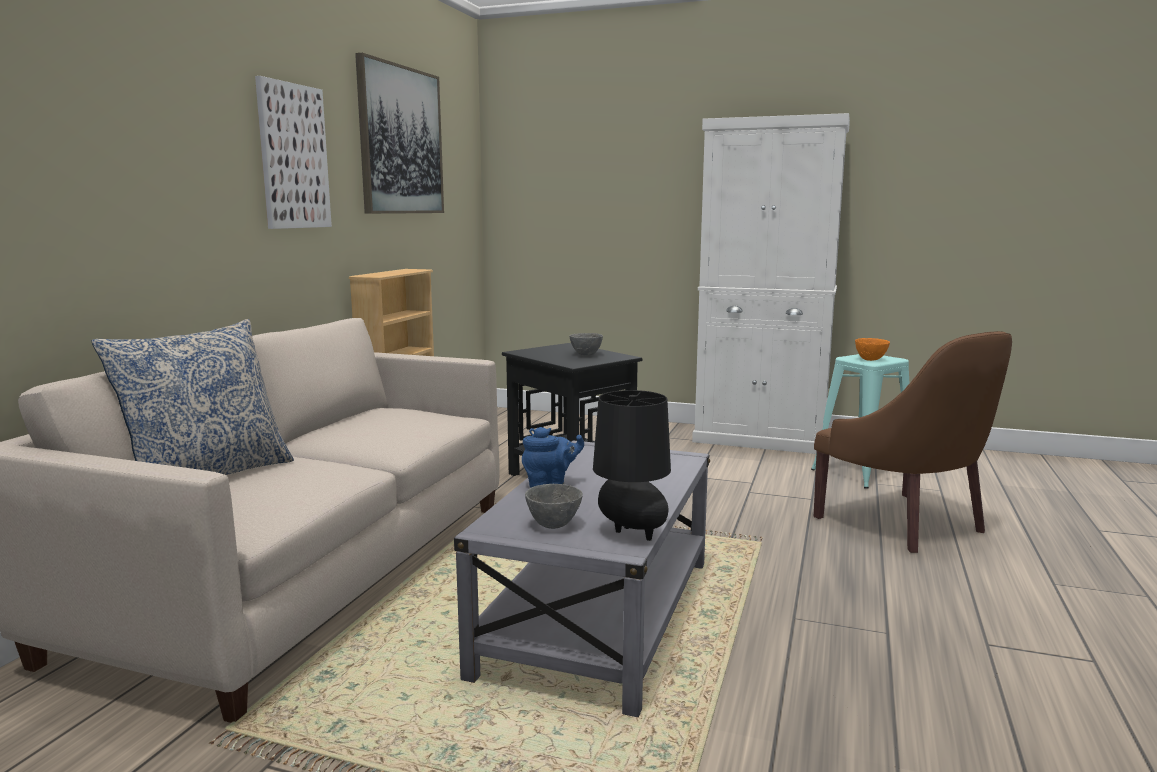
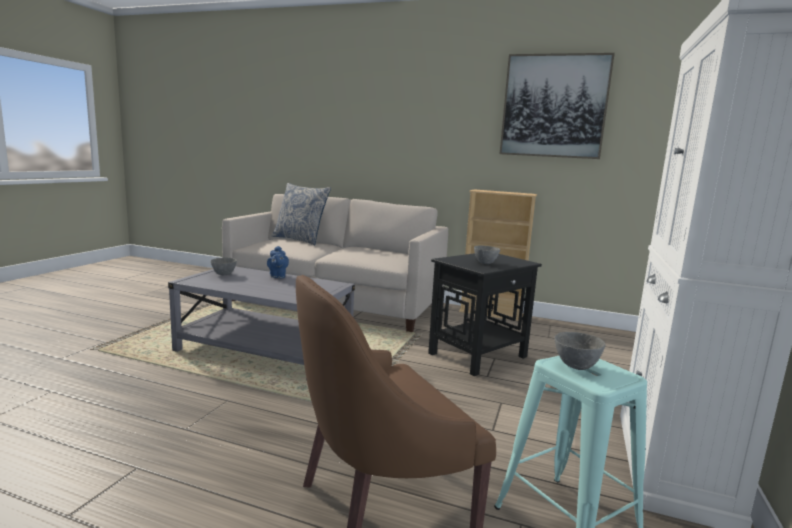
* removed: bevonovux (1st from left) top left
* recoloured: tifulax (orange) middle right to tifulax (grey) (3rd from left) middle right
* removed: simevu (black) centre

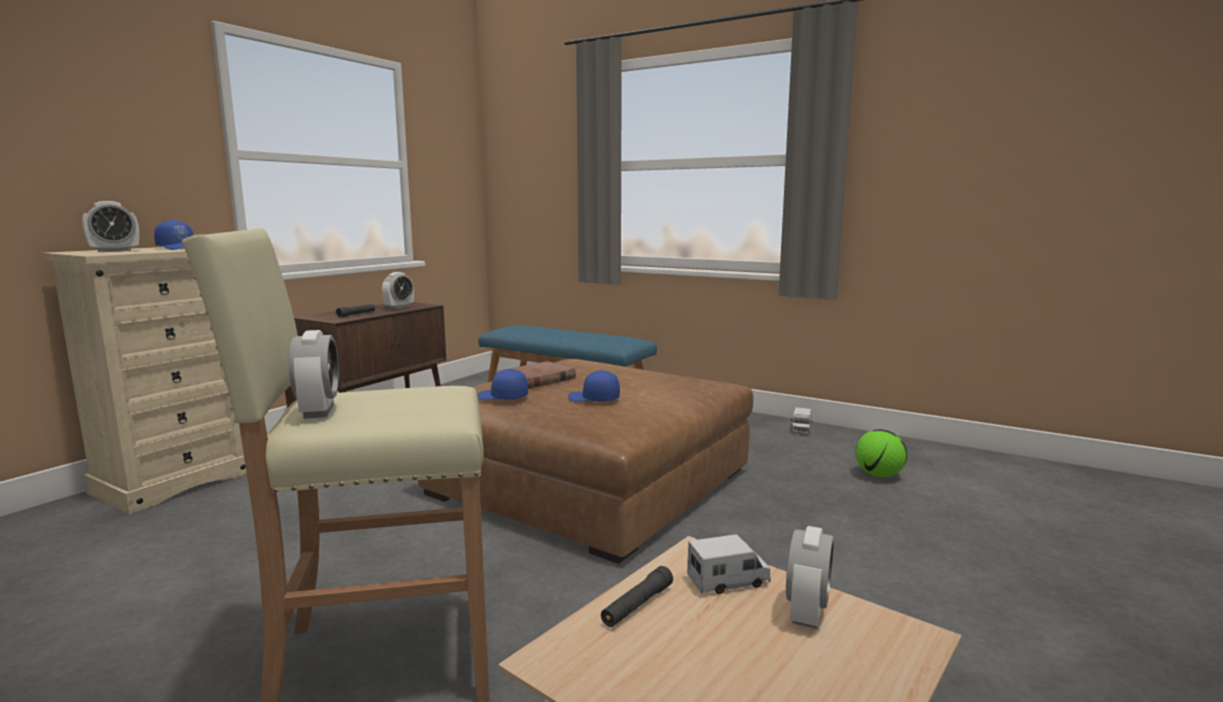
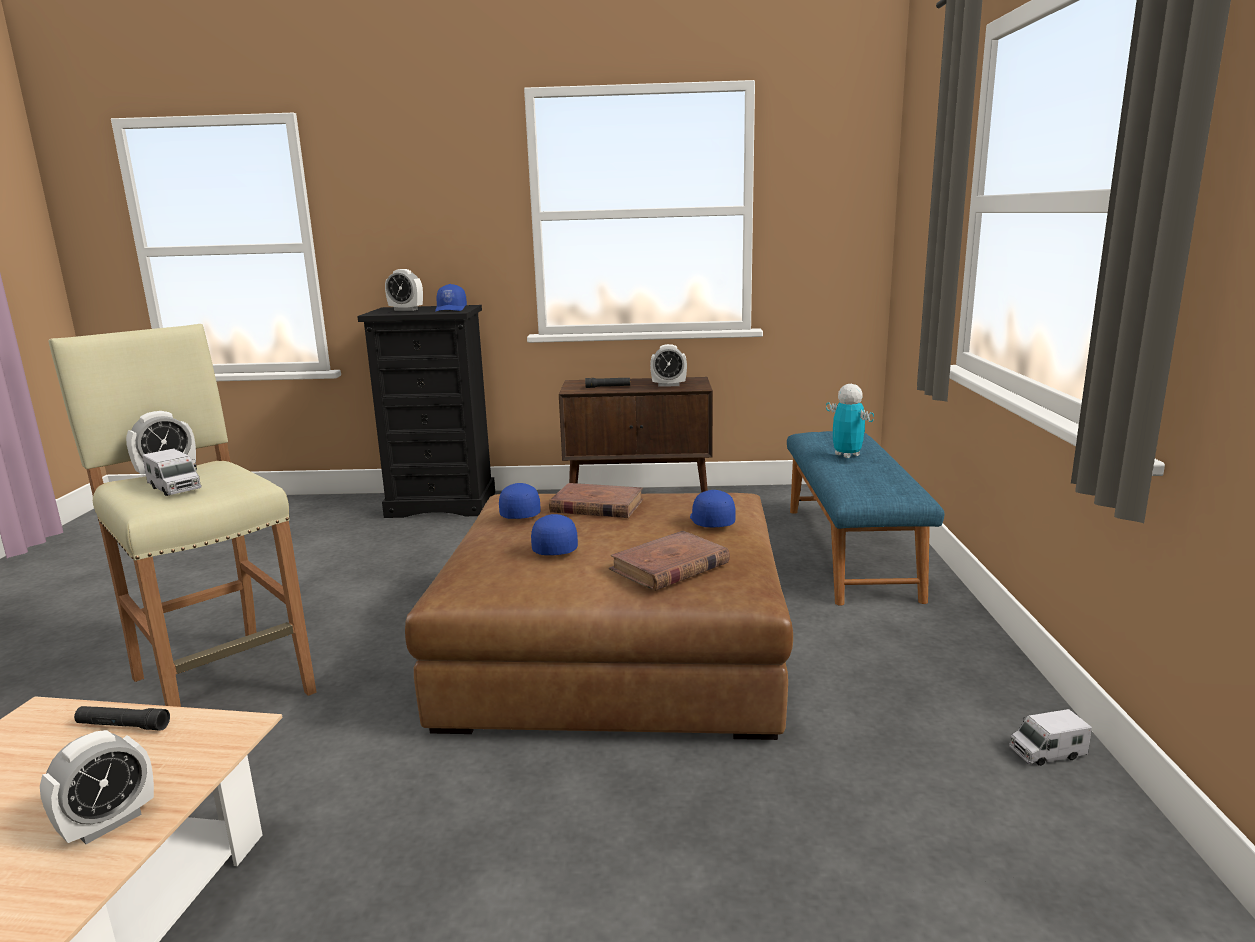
* recoloured: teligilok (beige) middle left to teligilok (black) centre
* removed: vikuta middle right
* turned: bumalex (4th from left in the first image) bottom centre = bottom left 45 degrees counterclockwise
* moved: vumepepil (1st from left) bottom centre to middle left
* added: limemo middle right
* added: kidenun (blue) (4th from left) centre
* added: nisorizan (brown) (2nd from left) centre

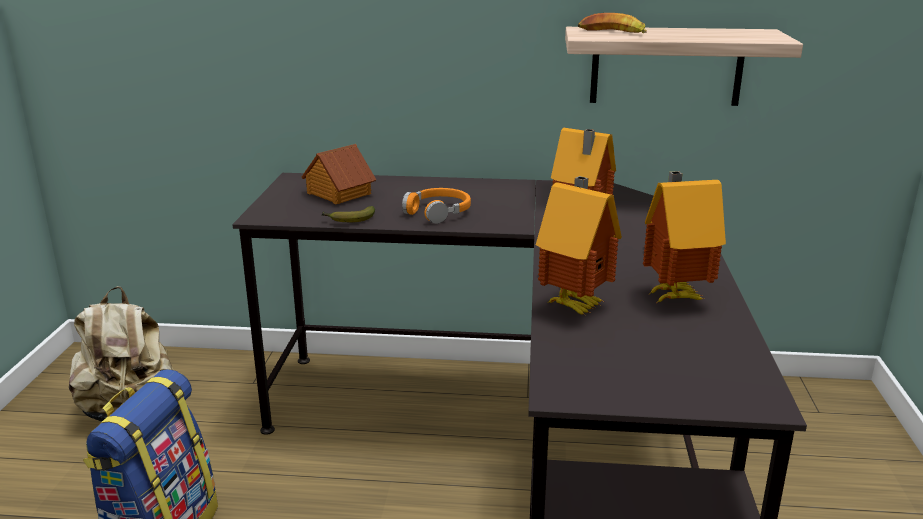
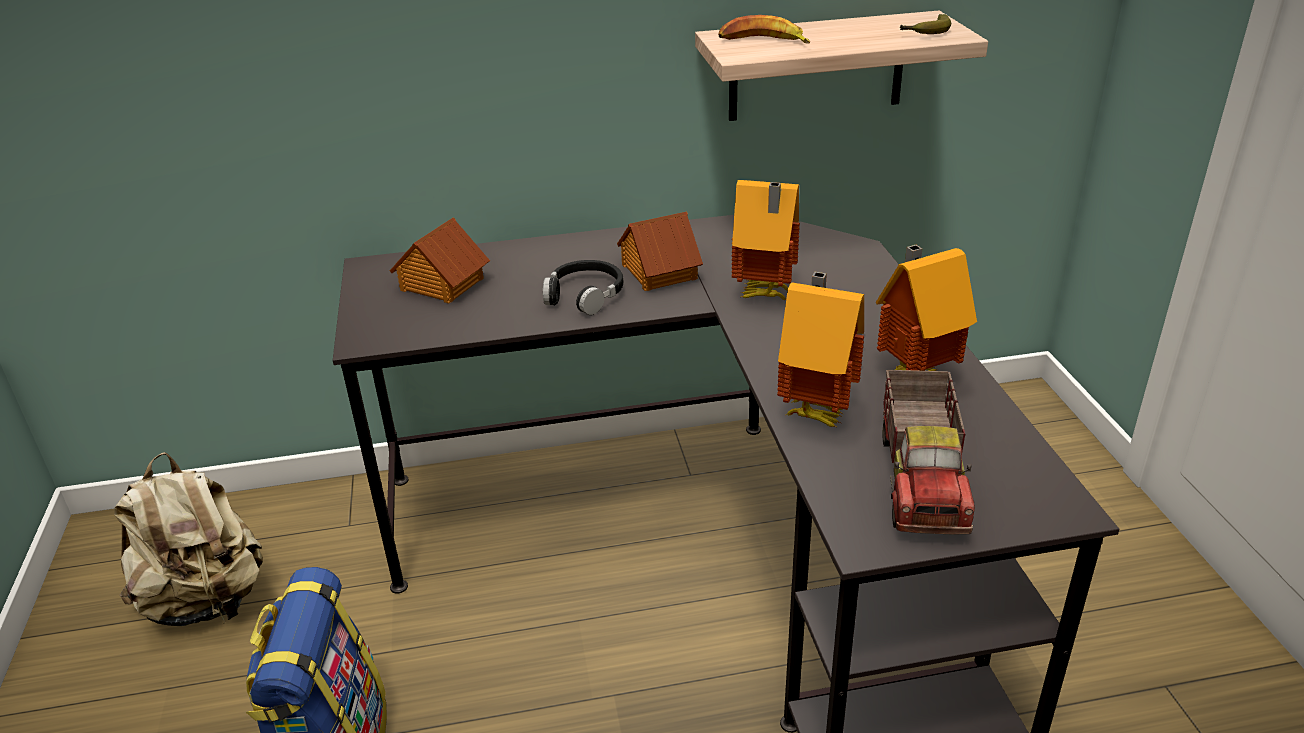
* recoloured: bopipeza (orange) centre to bopipeza (black) centre
* moved: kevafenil (1st from left in the first image) centre to kevafenil (2nd from left) top right
* added: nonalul (2nd from left) centre
* added: vumepepil middle right

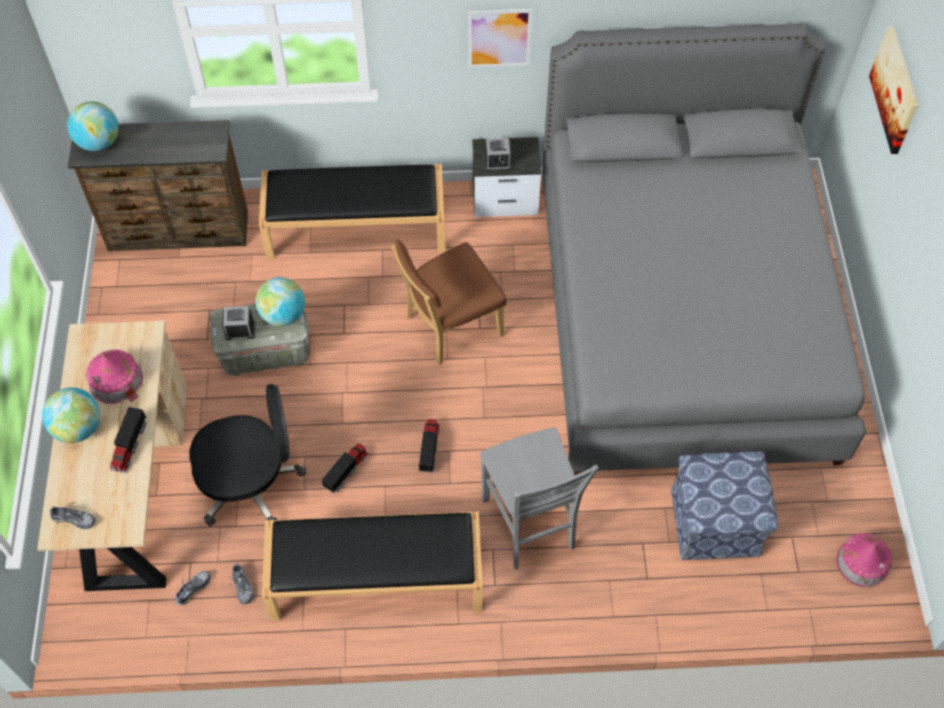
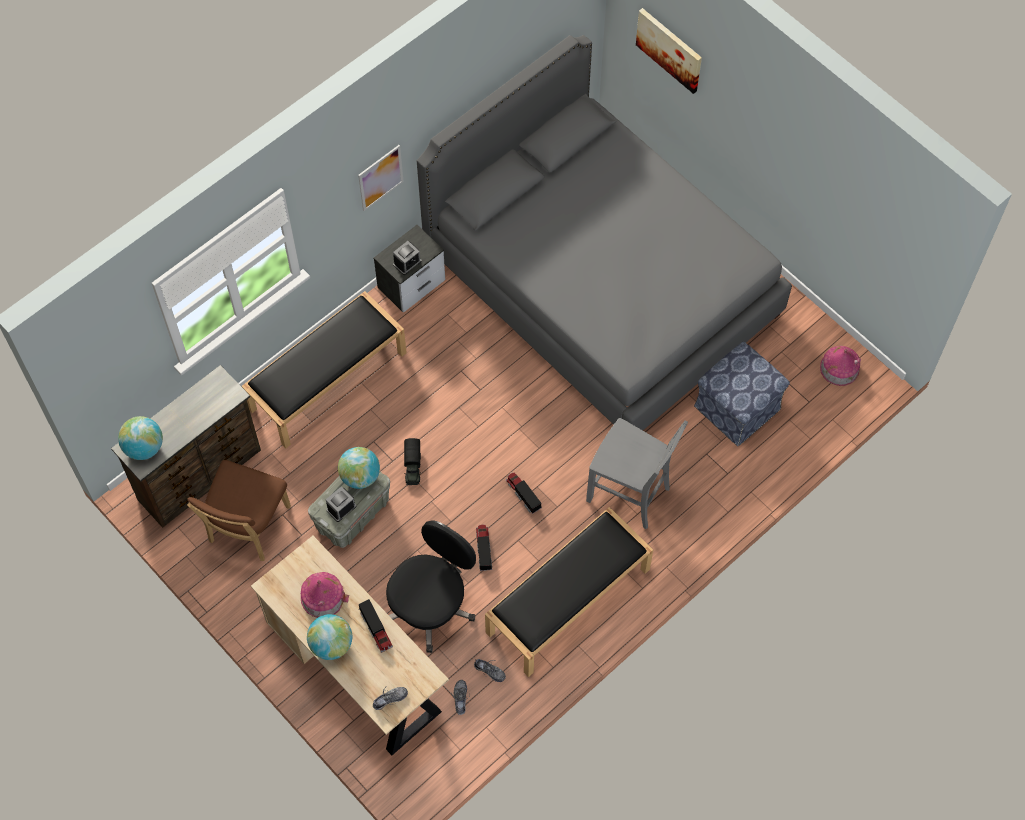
* moved: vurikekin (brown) centre to middle left
* added: vumepepil (2nd from left) centre

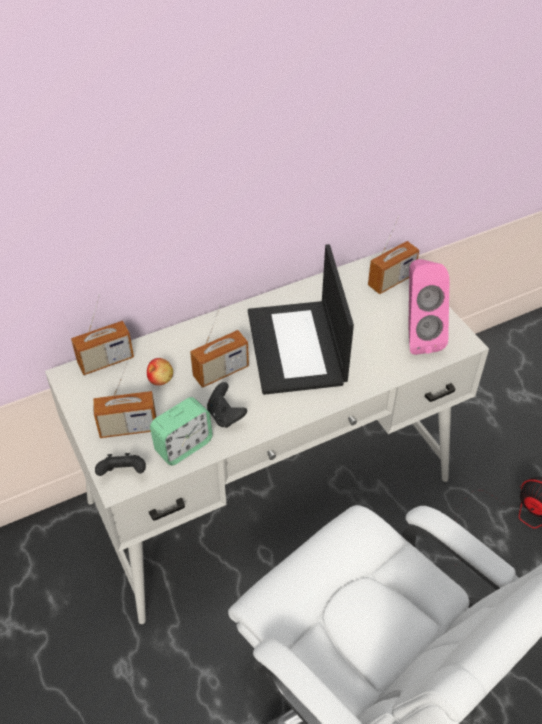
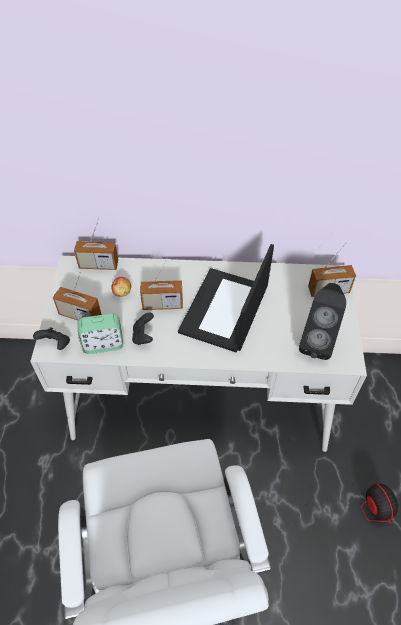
* recoloured: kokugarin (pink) middle right to kokugarin (black) middle right

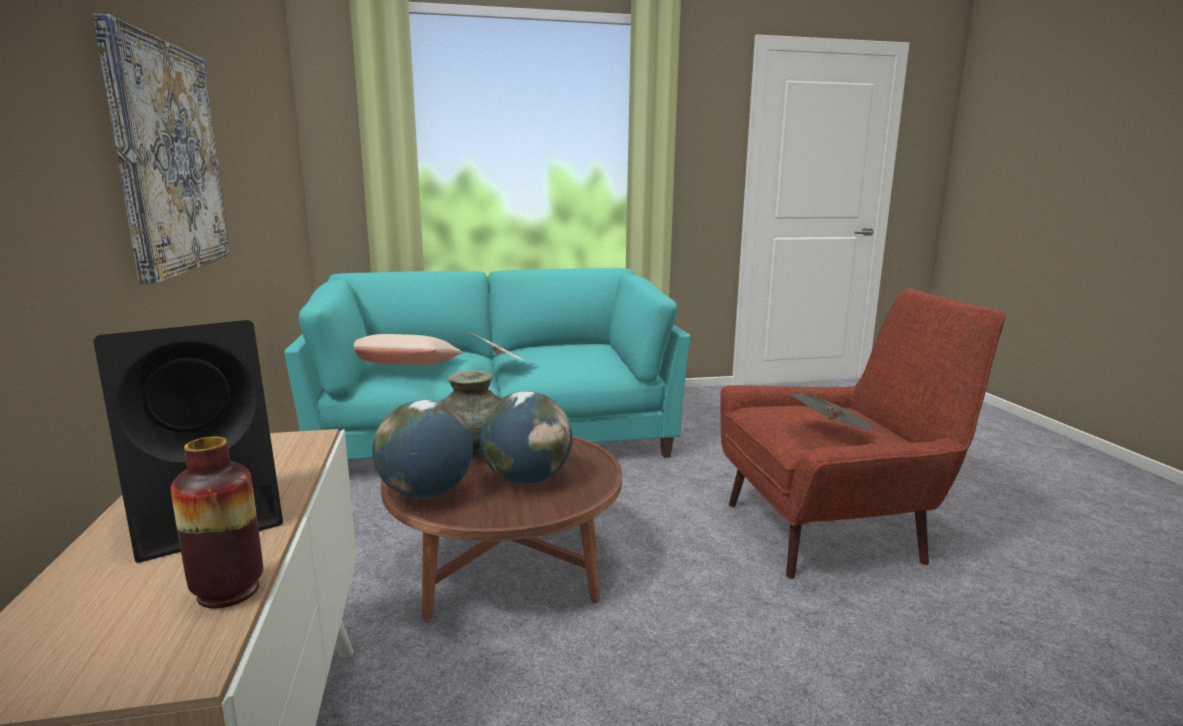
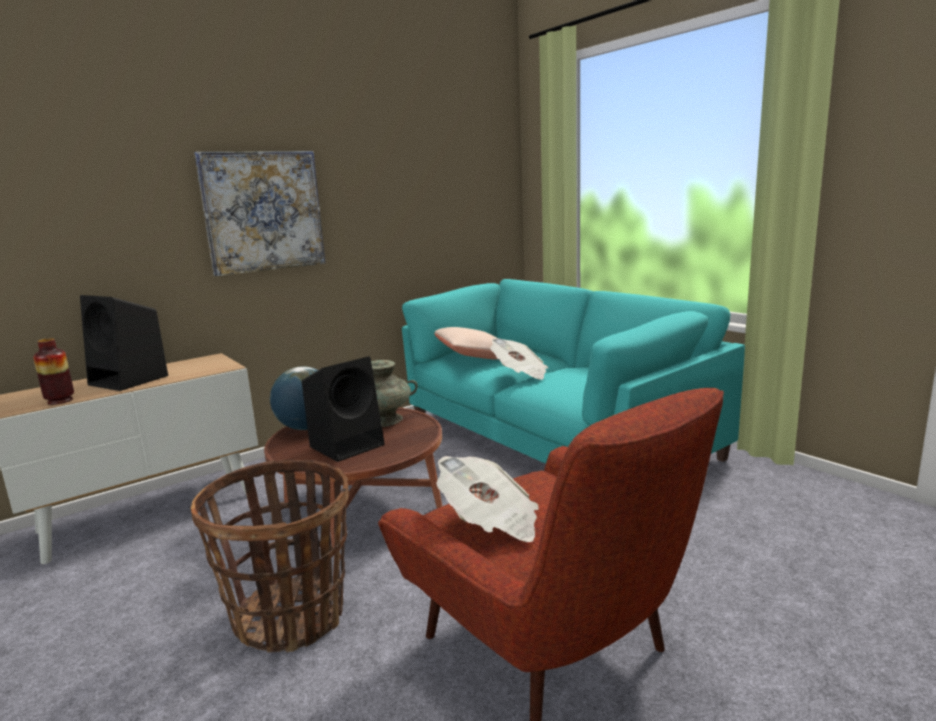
* replaced: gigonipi (2nd from left) centre to kokugarin (black) (2nd from left) centre
* added: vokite bottom left

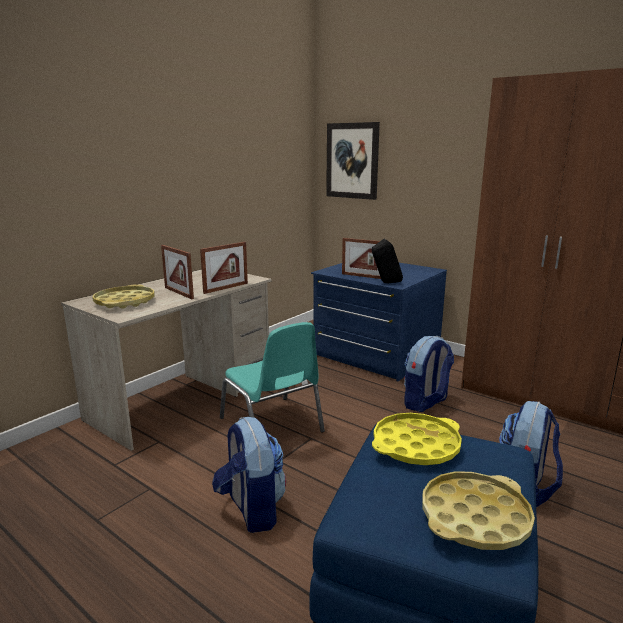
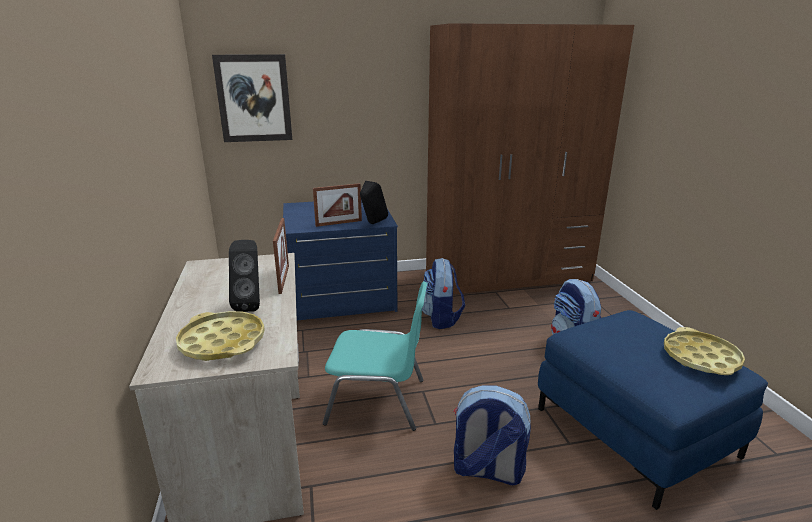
* replaced: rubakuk (1st from left) middle left to kokugarin (black) (1st from left) middle left
* removed: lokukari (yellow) (2nd from left) bottom right

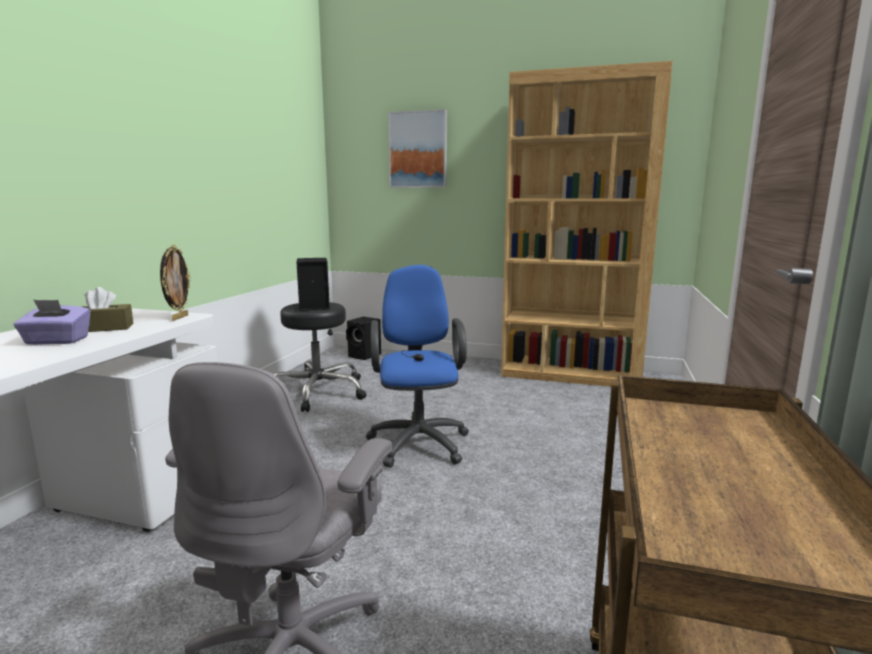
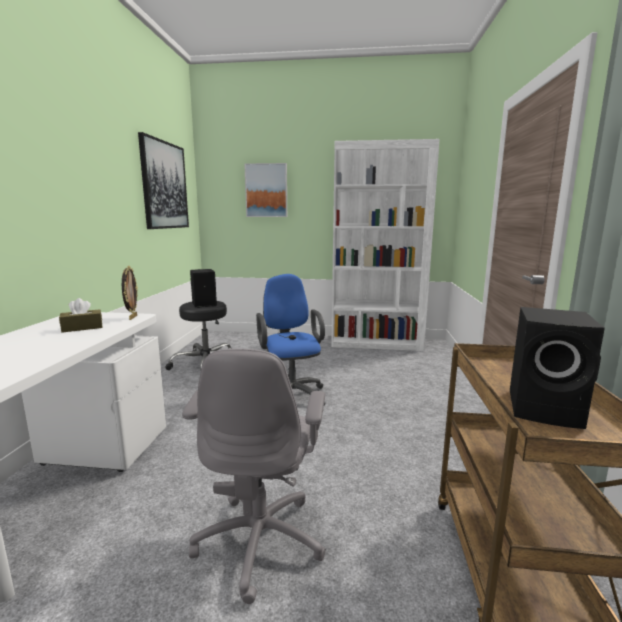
* recoloured: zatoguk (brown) middle right to zatoguk (white) centre
* removed: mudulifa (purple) middle left
* moved: kokugarin (black) (2nd from left) centre to middle right
* added: bevonovux (1st from left) top left

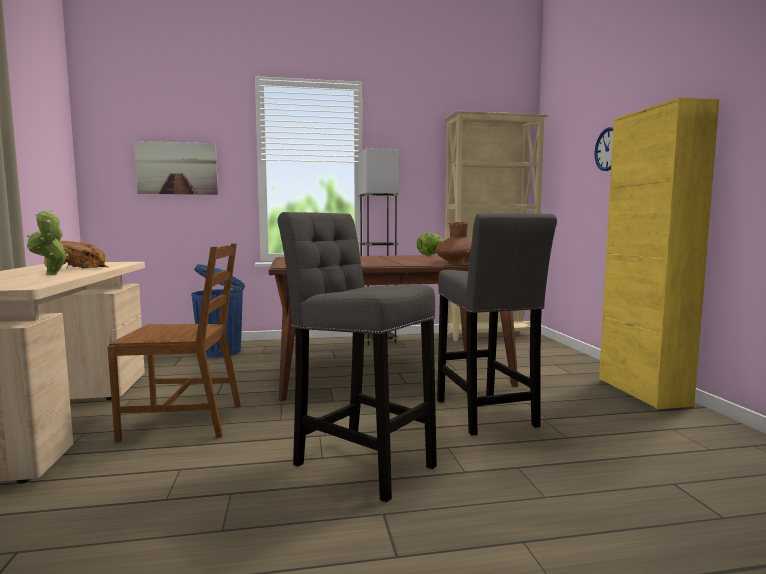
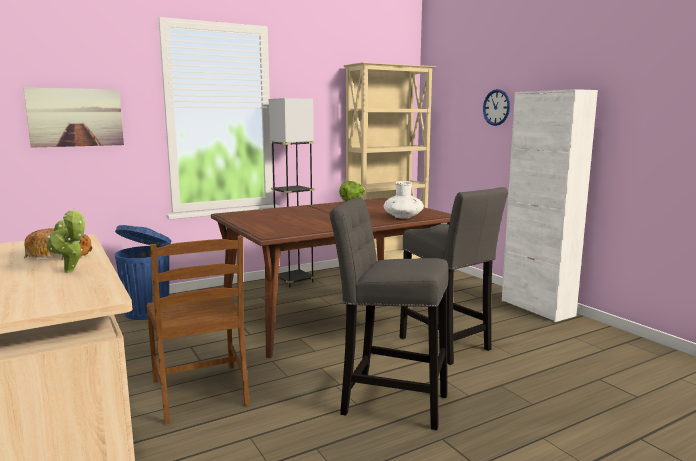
* recoloured: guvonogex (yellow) middle right to guvonogex (white) middle right
* recoloured: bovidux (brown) centre to bovidux (white) centre
* turned: vurikekin (brown) middle left = bottom left 90 degrees clockwise

